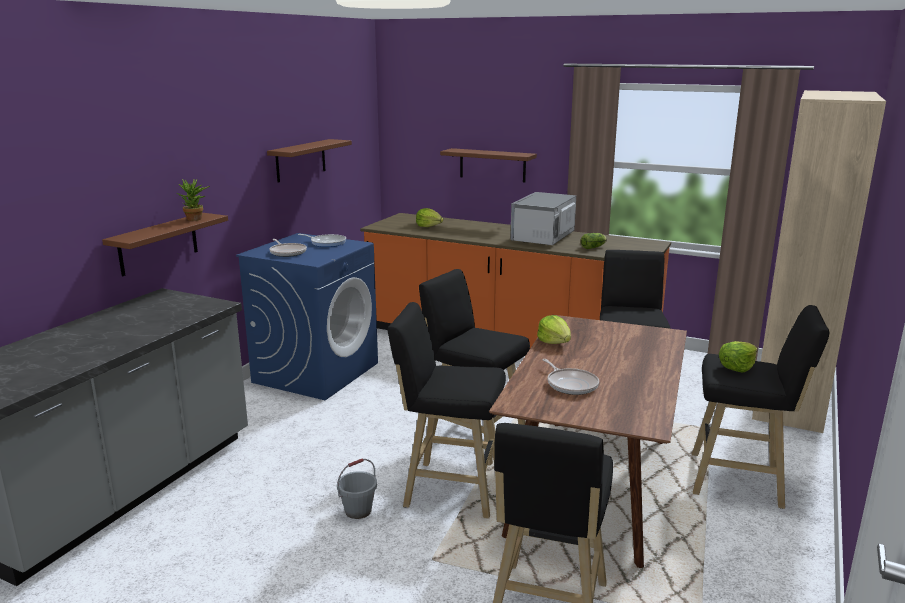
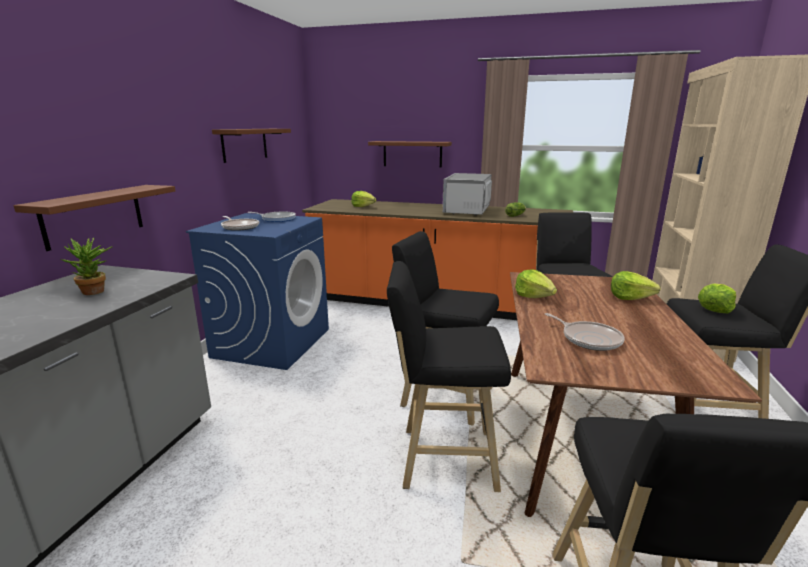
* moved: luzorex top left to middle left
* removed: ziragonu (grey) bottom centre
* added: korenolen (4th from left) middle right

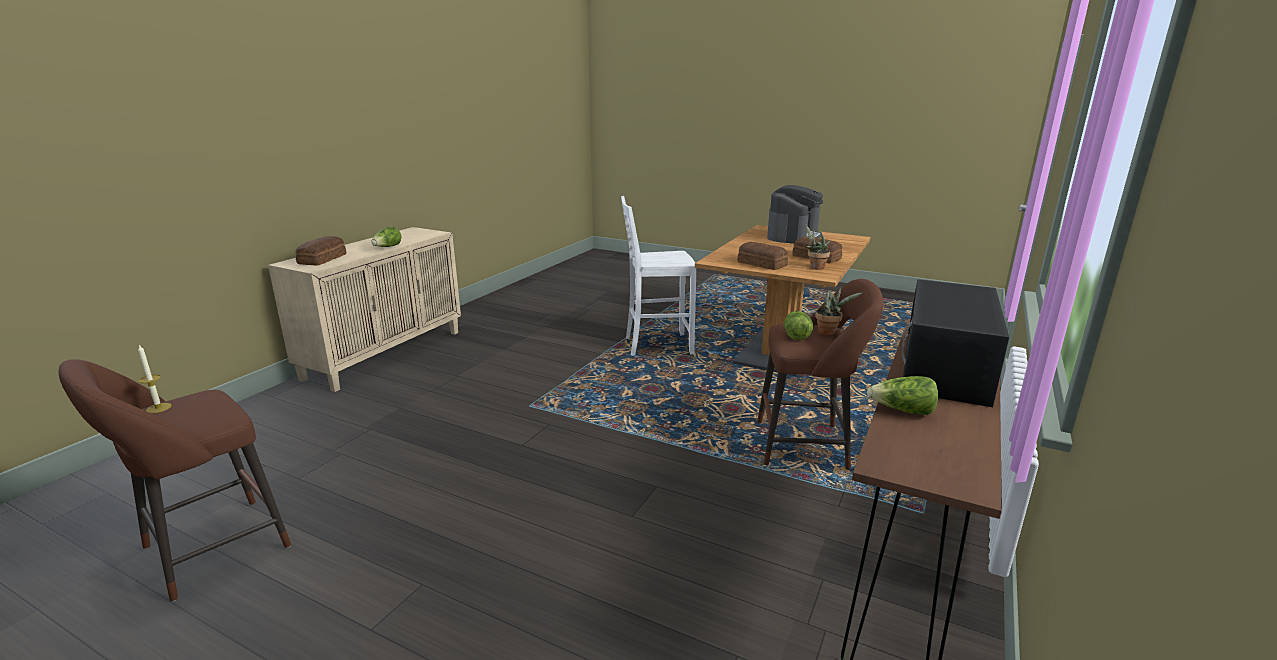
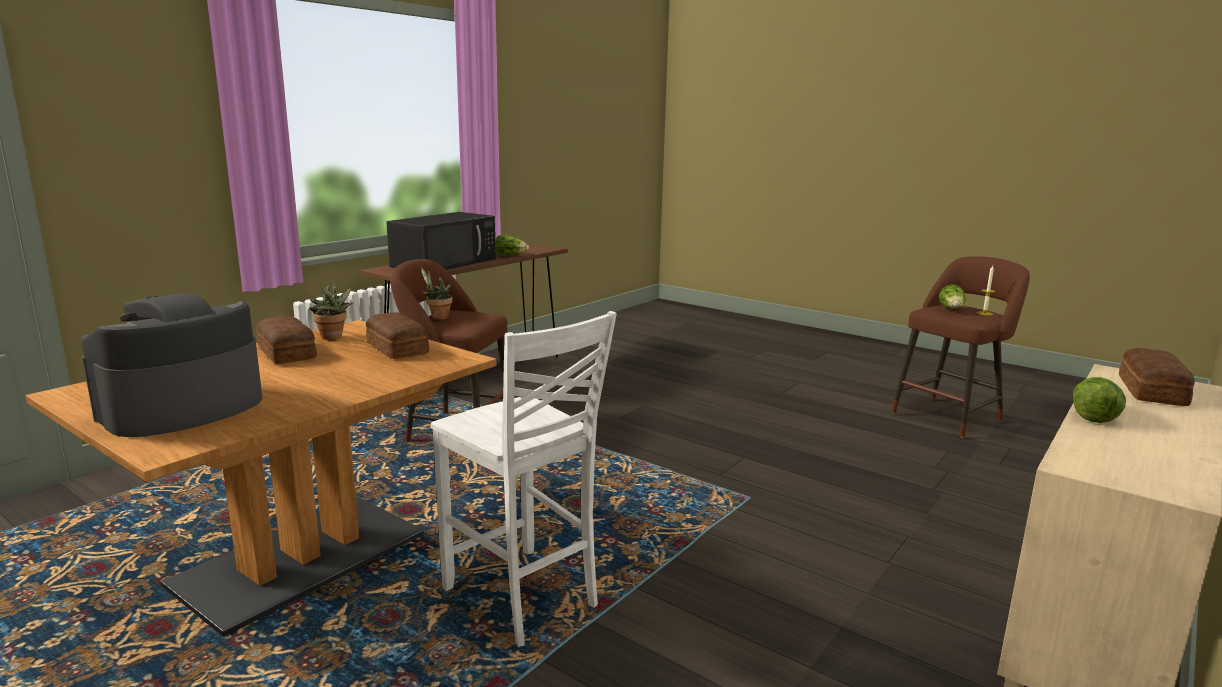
* turned: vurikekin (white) centre = bottom centre 45 degrees clockwise
* moved: korenolen (2nd from left) centre to middle right

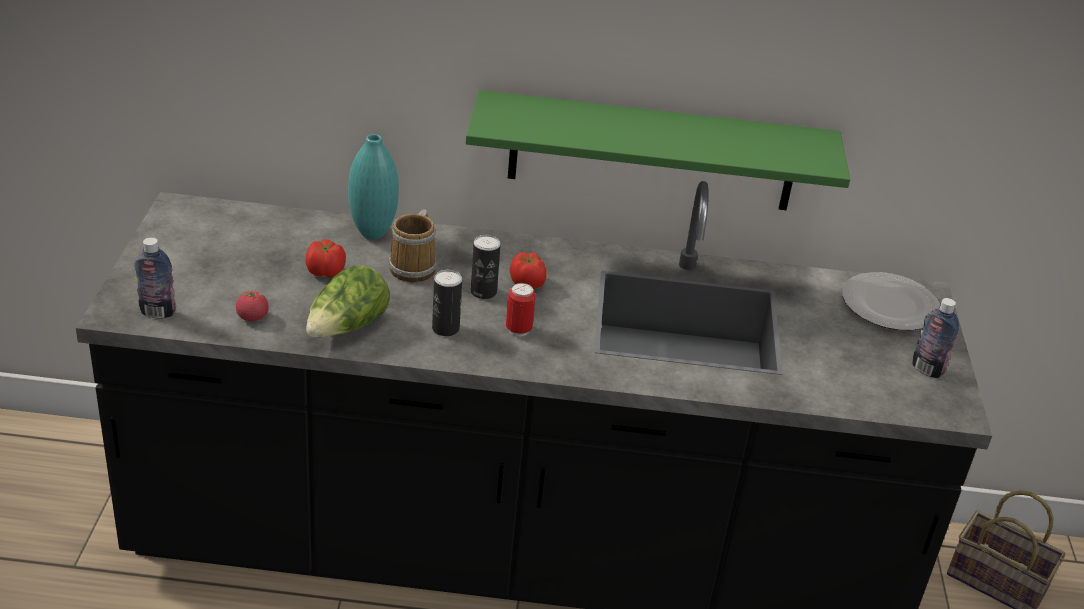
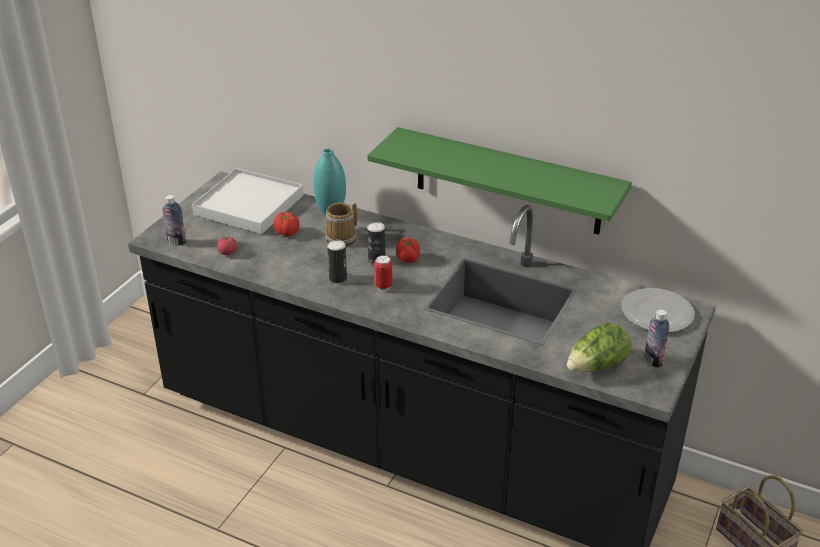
* moved: korenolen middle left to middle right
* added: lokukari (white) middle left

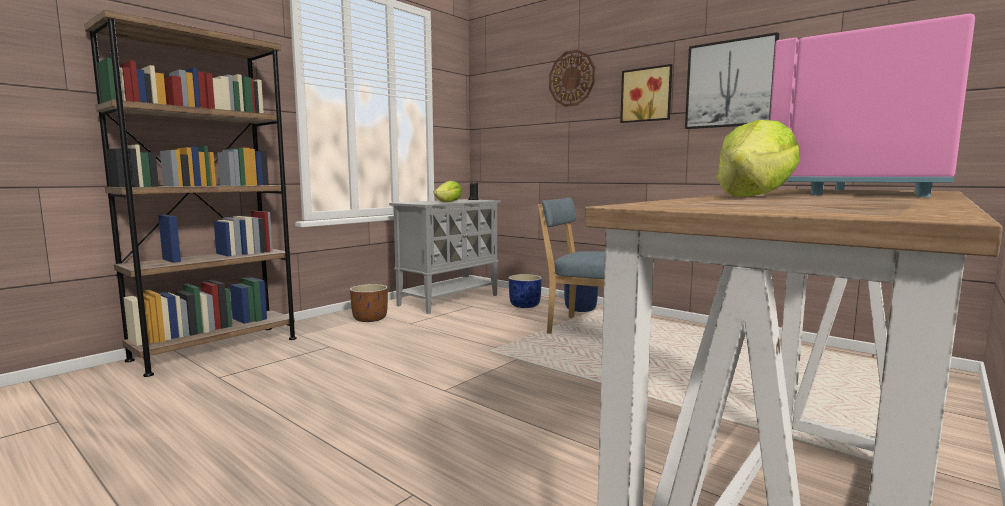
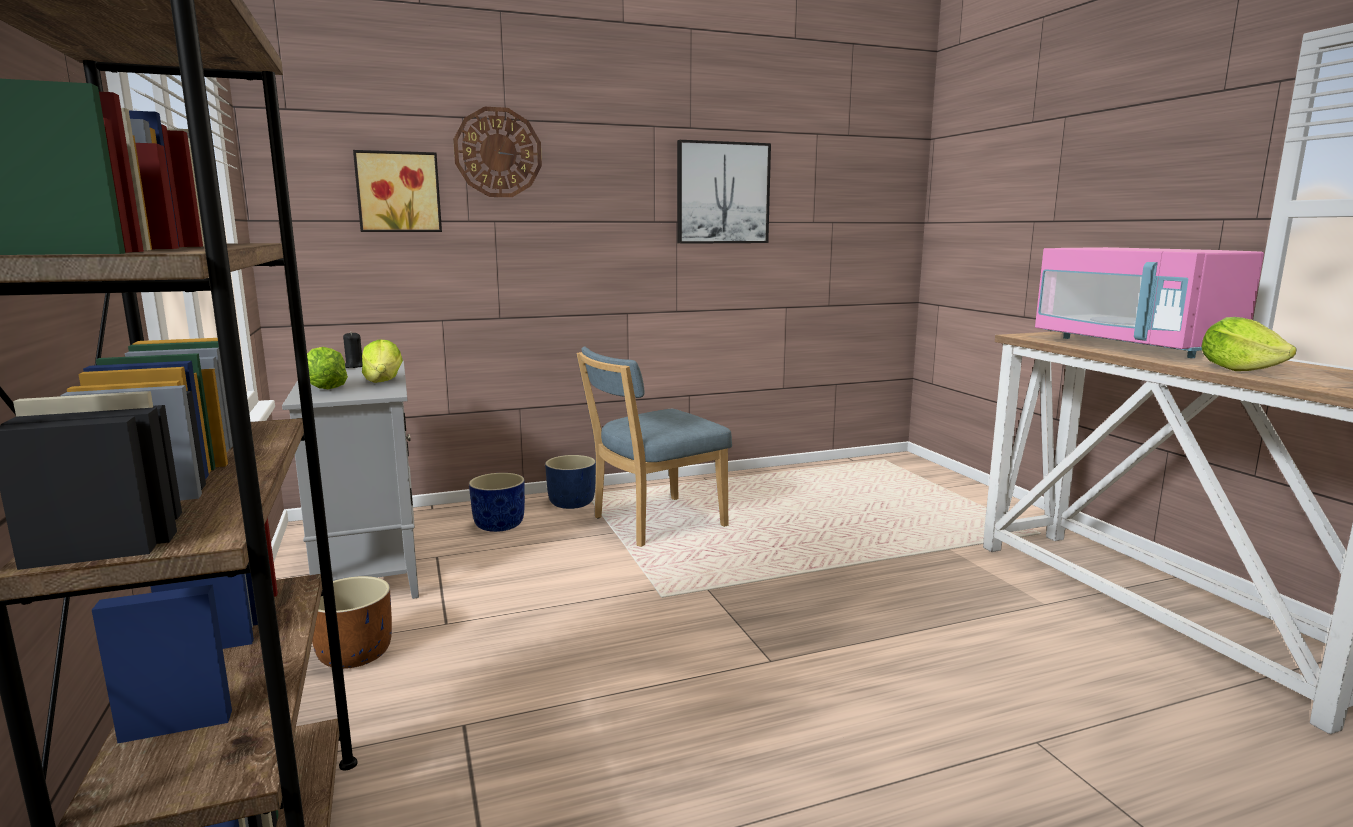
* moved: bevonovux (1st from left) top centre to top left
* added: korenolen (1st from left) middle left

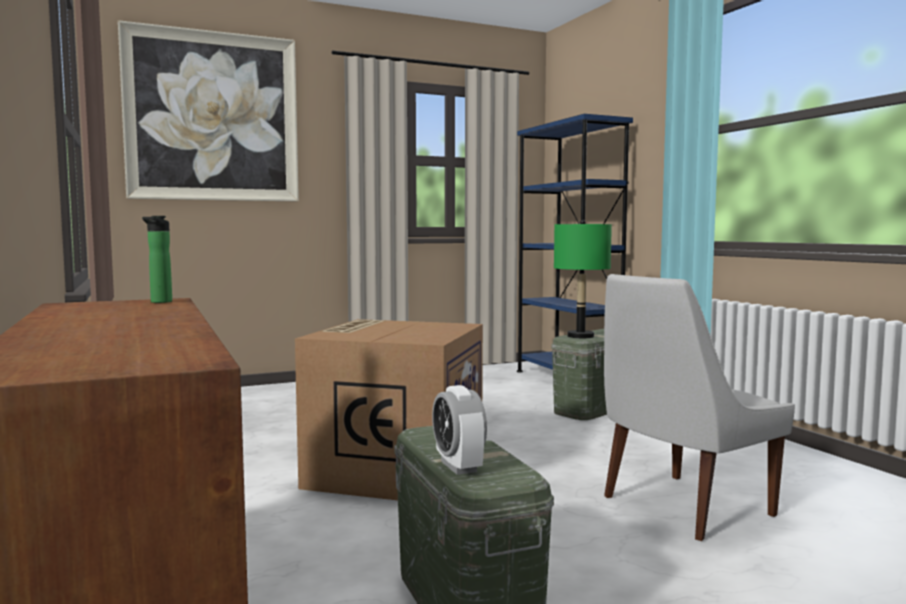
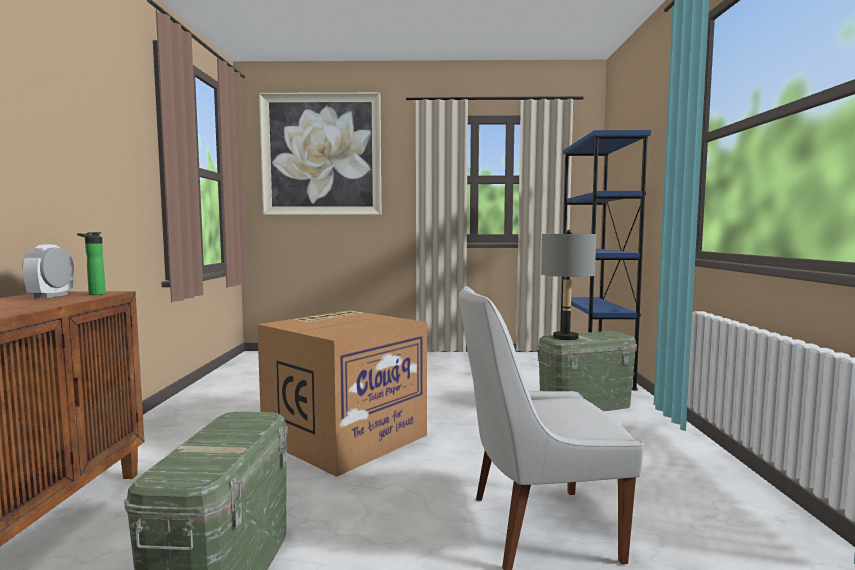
* recoloured: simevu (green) centre to simevu (grey) centre
* moved: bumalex bottom centre to middle left

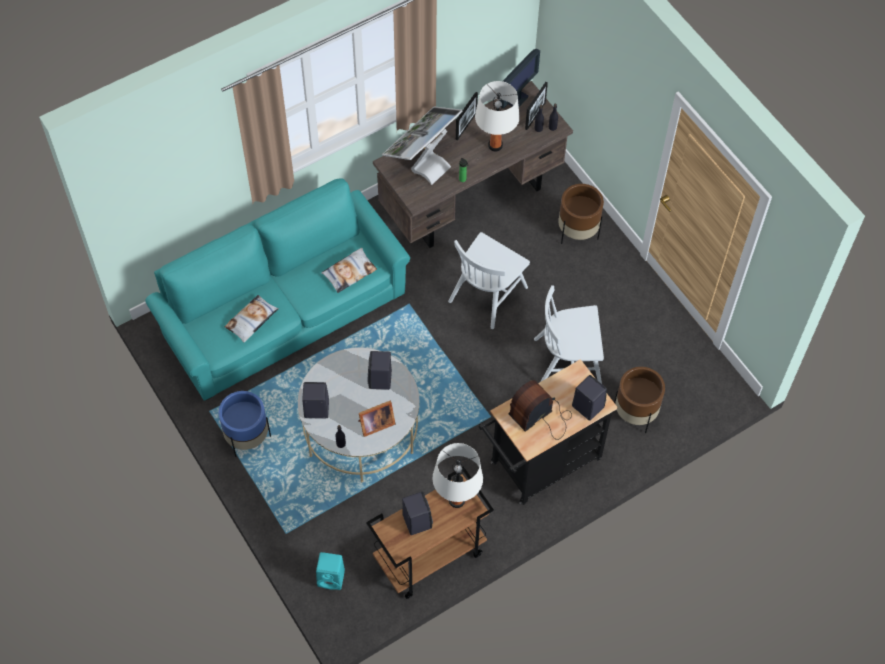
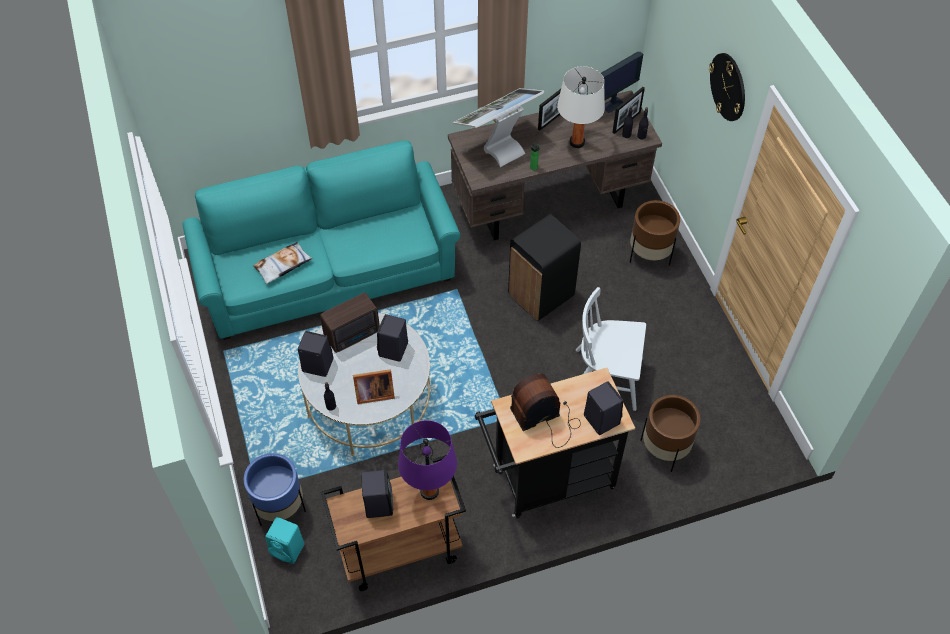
* replaced: vurikekin (white) (1st from left) centre to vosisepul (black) centre
* removed: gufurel (2nd from left) centre
* moved: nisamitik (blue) middle left to bottom left
* recoloured: simevu (white) (1st from left) bottom centre to simevu (purple) bottom centre
* added: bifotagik top right
* added: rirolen (1st from left) centre

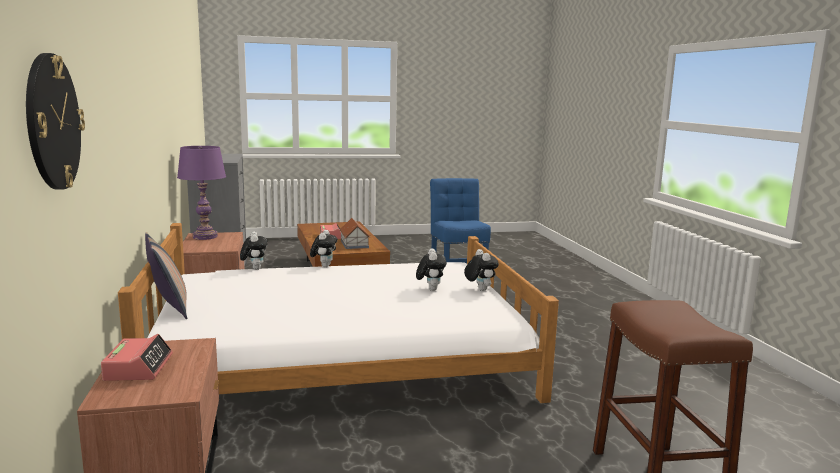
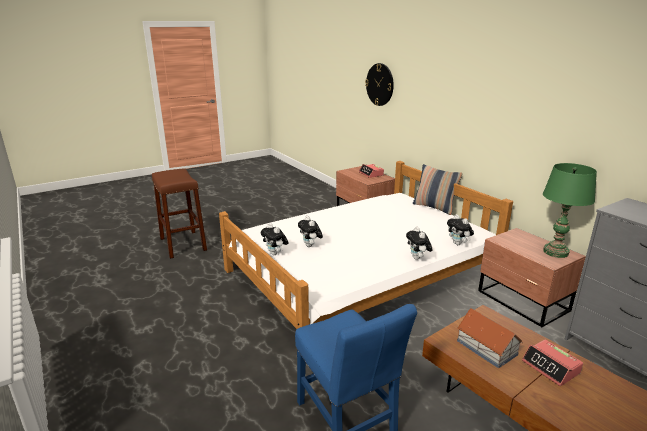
* recoloured: simevu (purple) middle left to simevu (green) middle right

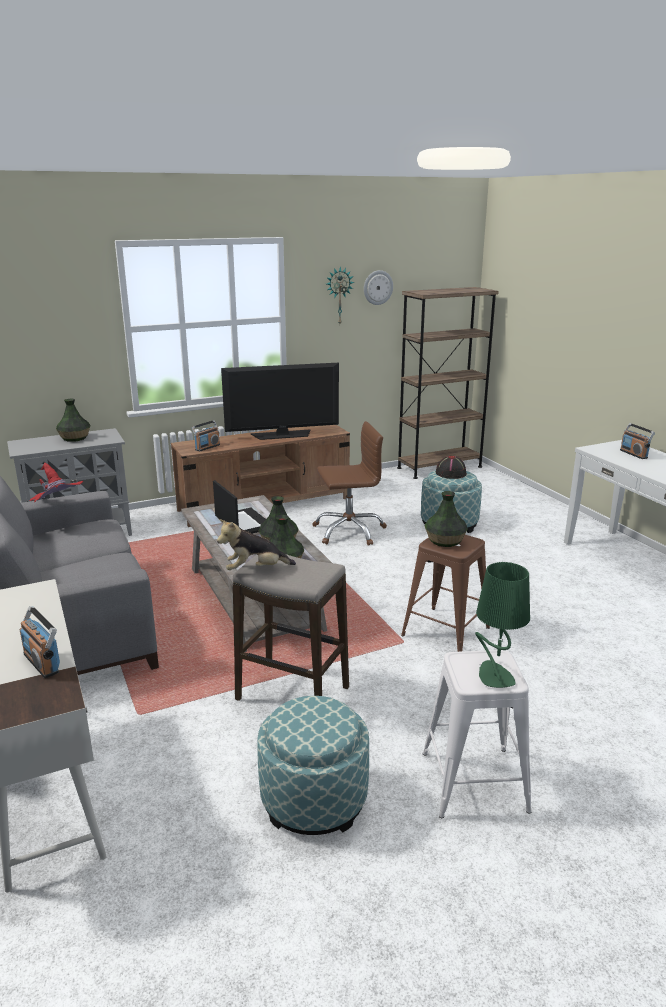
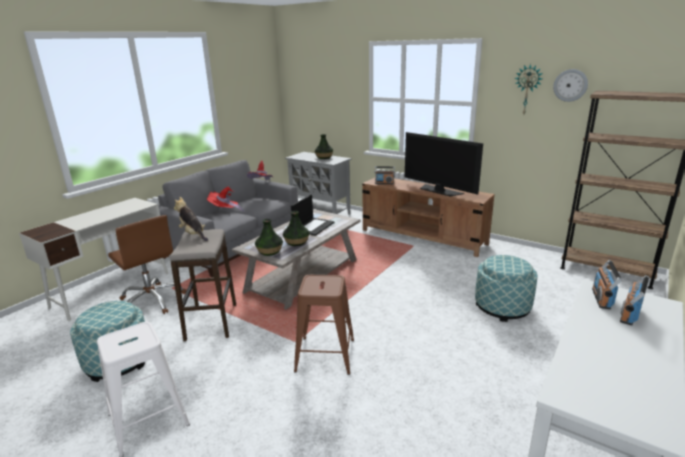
* moved: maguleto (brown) centre to middle left
* removed: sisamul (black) middle right
* removed: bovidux (4th from left) middle right
* removed: simevu (green) middle right
* moved: rirolen (1st from left in the first image) middle left to rirolen (2nd from left) middle right
* added: sisamul (red) (1st from left) middle left

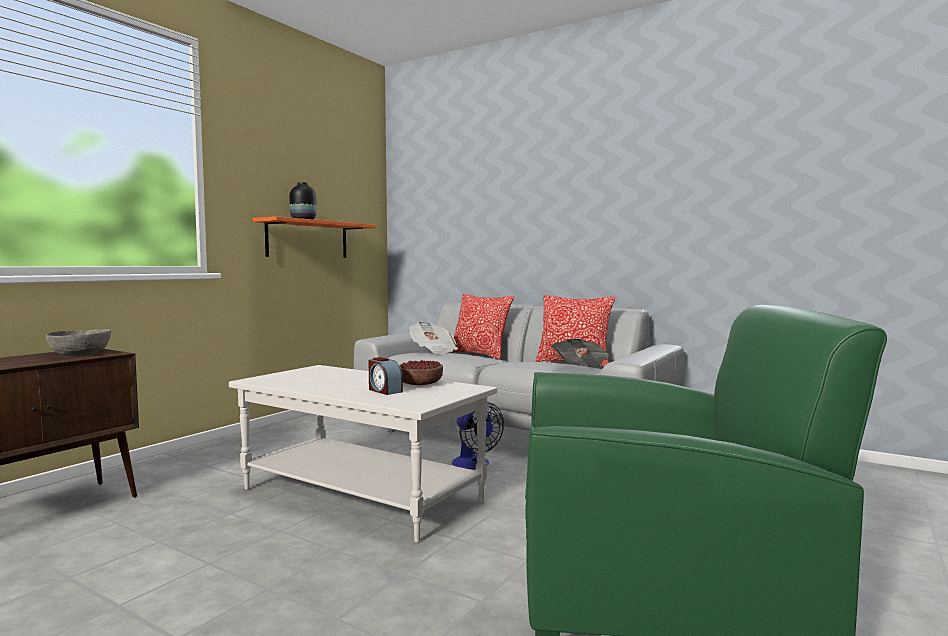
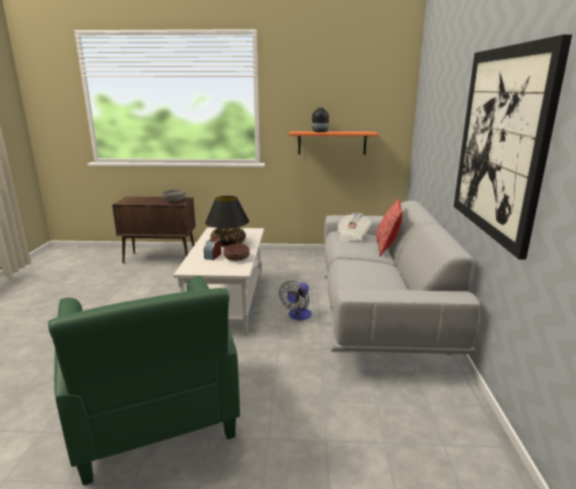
* removed: gufurel (2nd from left) centre
* removed: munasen (2nd from left) centre
* added: bevonovux top right
* added: simevu (black) centre

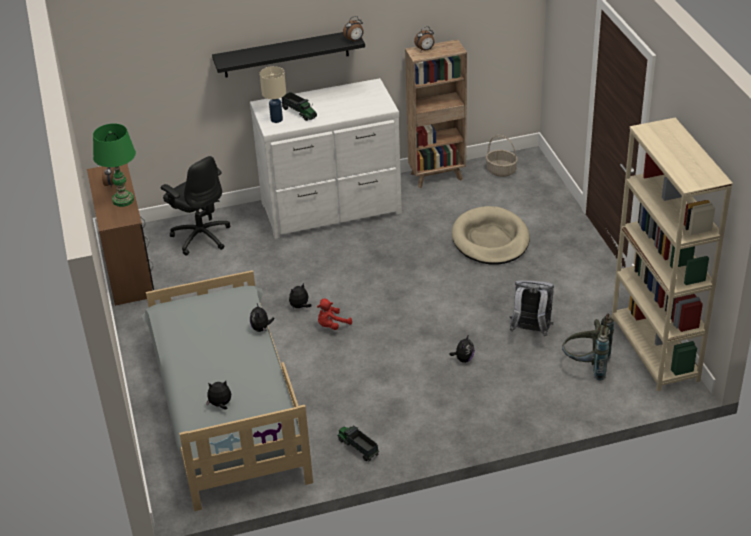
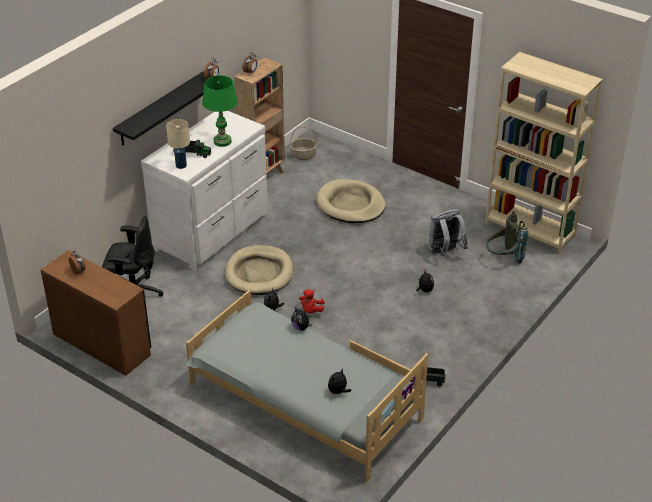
* moved: simevu (green) top left to top centre
* added: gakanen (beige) (1st from left) centre

